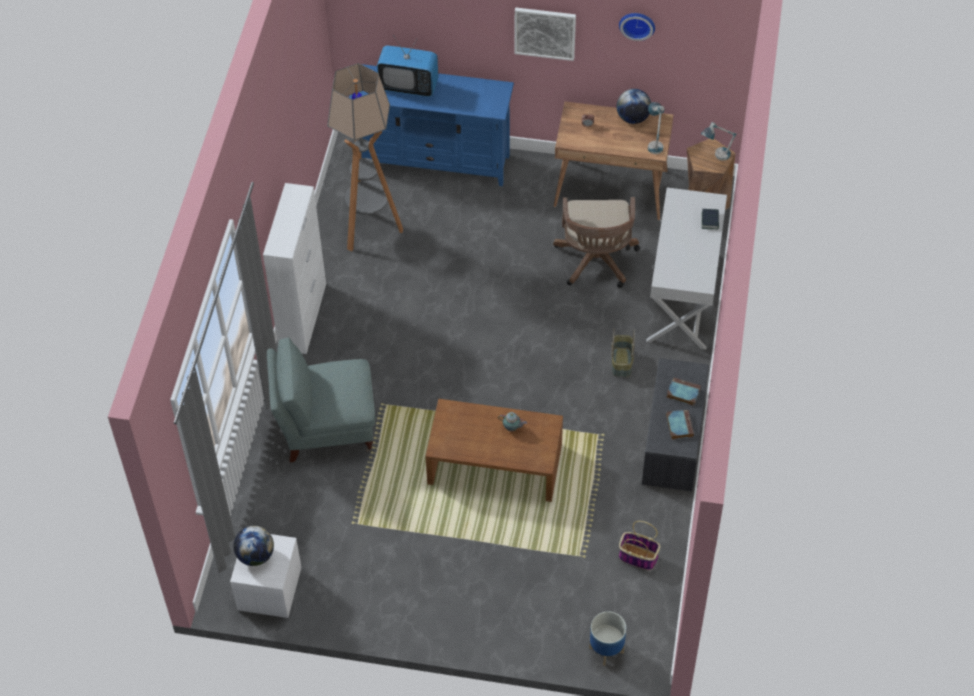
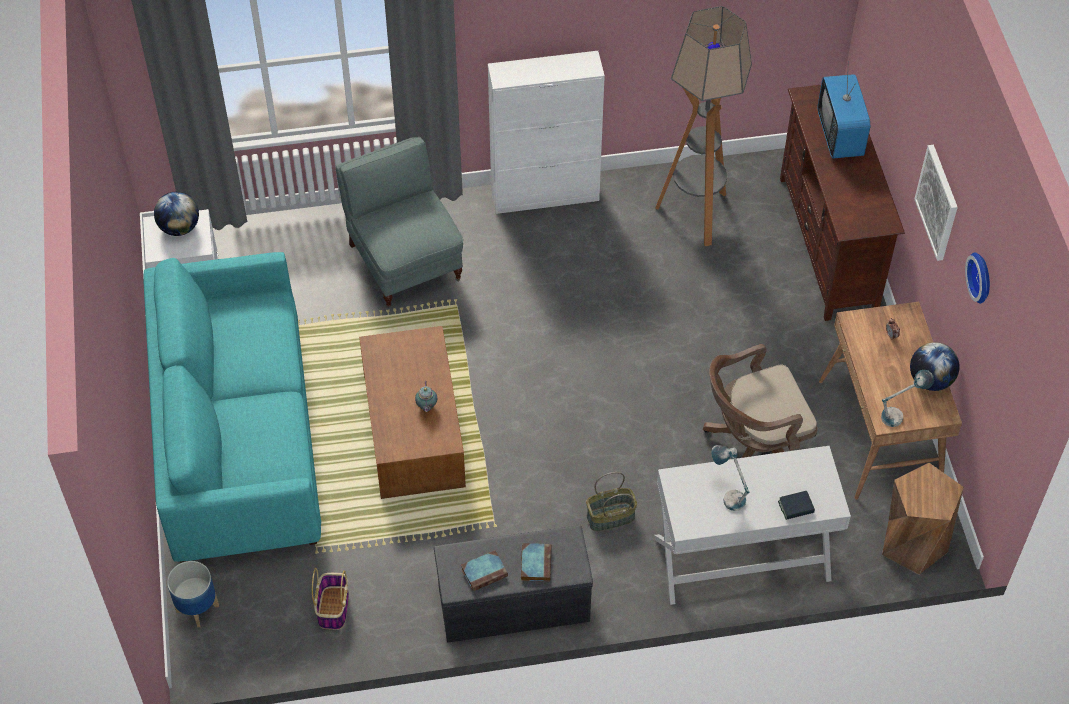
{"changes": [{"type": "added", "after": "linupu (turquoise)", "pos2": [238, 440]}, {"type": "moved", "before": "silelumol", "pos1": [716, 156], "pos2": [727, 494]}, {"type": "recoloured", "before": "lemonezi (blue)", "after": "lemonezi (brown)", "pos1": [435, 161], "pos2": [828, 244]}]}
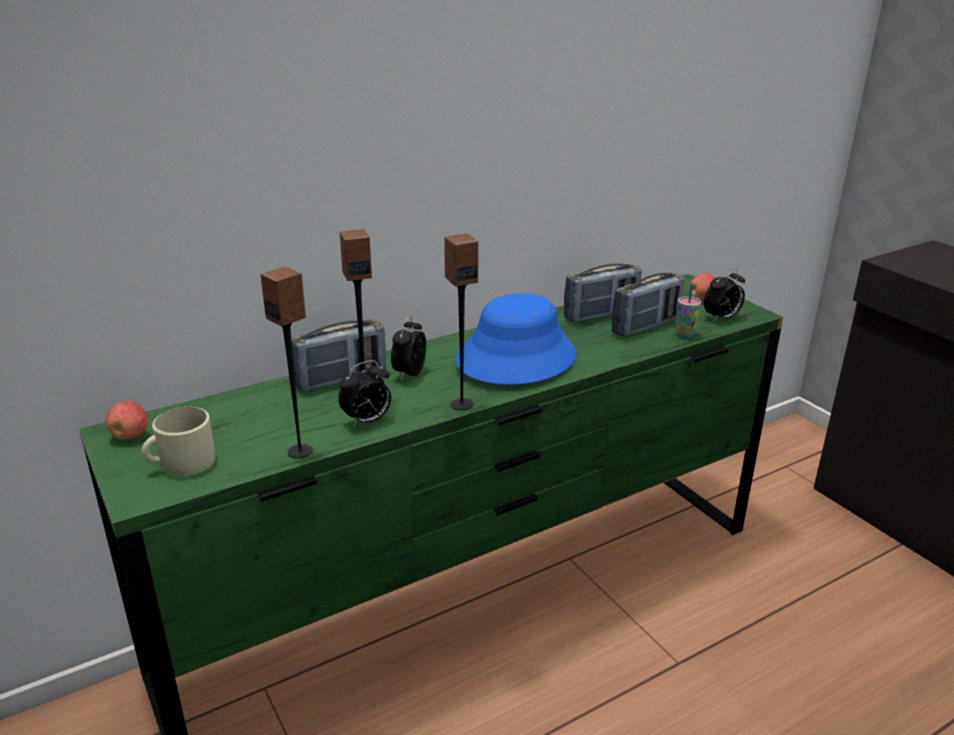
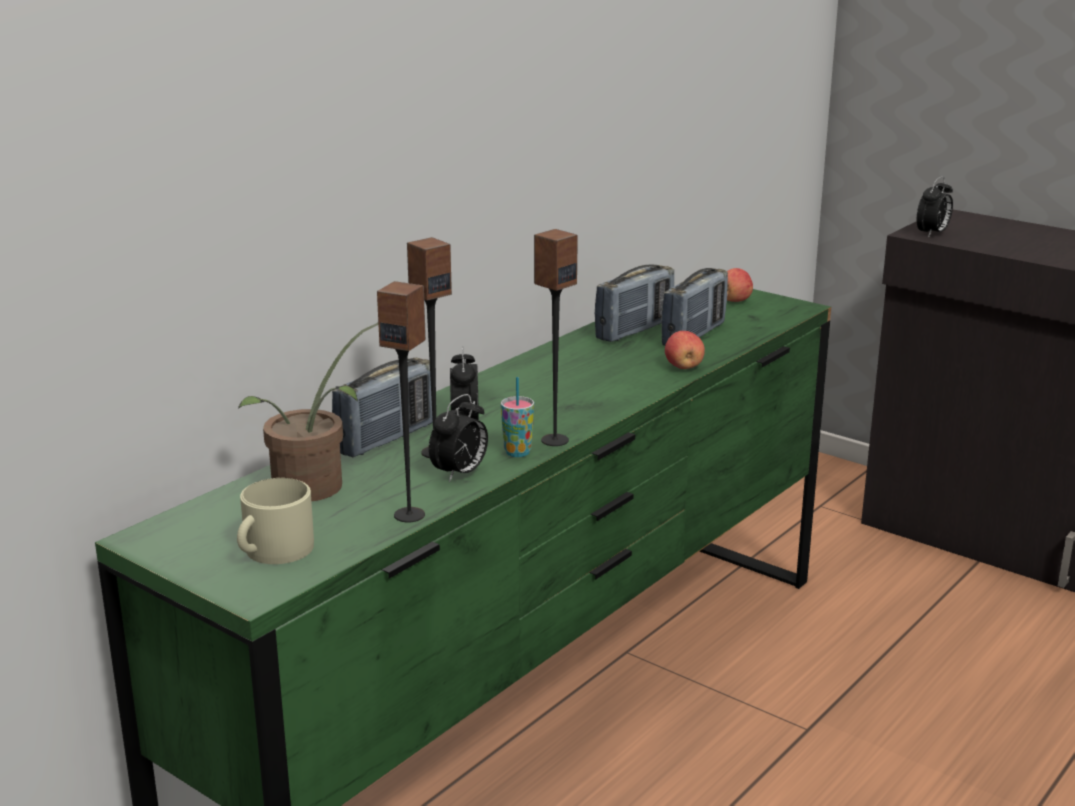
{"changes": [{"type": "removed", "before": "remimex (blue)", "pos1": [515, 358]}, {"type": "added", "after": "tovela", "pos2": [319, 486]}, {"type": "moved", "before": "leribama", "pos1": [130, 435], "pos2": [683, 367]}, {"type": "moved", "before": "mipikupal", "pos1": [684, 334], "pos2": [517, 452]}, {"type": "moved", "before": "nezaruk", "pos1": [721, 318], "pos2": [932, 234]}]}
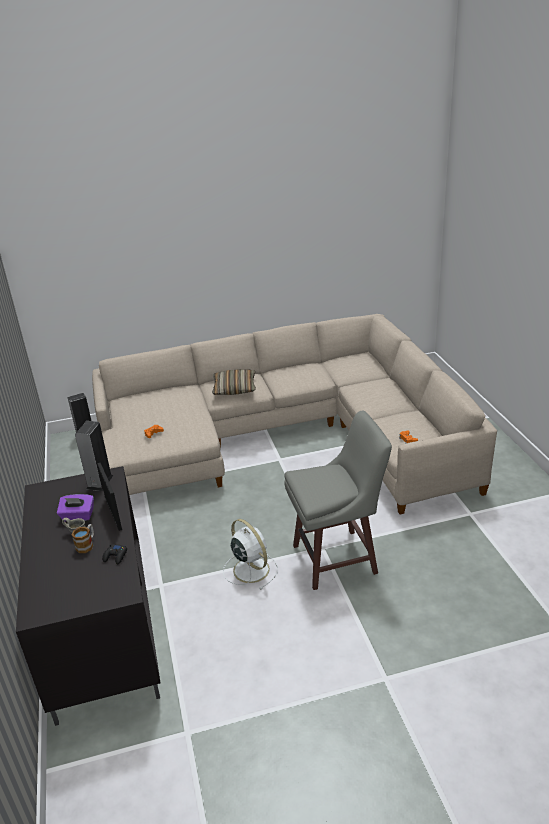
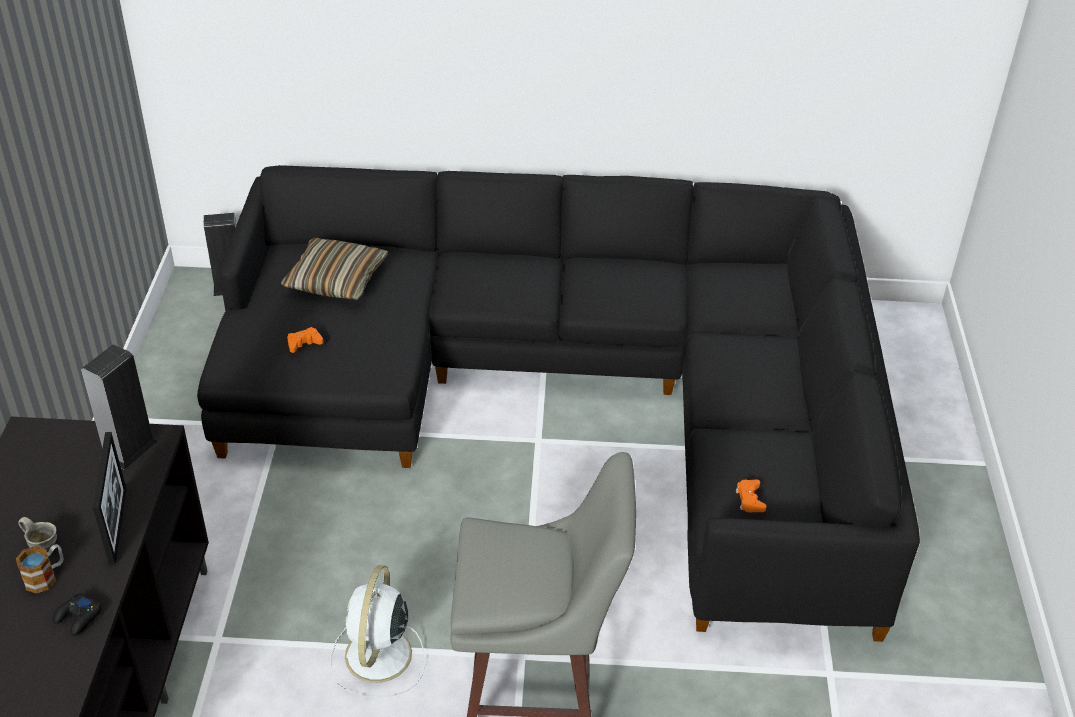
{"changes": [{"type": "removed", "before": "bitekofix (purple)", "pos1": [78, 516]}, {"type": "moved", "before": "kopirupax", "pos1": [234, 388], "pos2": [336, 279]}, {"type": "recoloured", "before": "linupu (beige)", "after": "linupu (black)", "pos1": [286, 437], "pos2": [574, 395]}, {"type": "turned", "before": "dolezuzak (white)", "pos1": [250, 569], "pos2": [377, 657], "turn": -150}]}
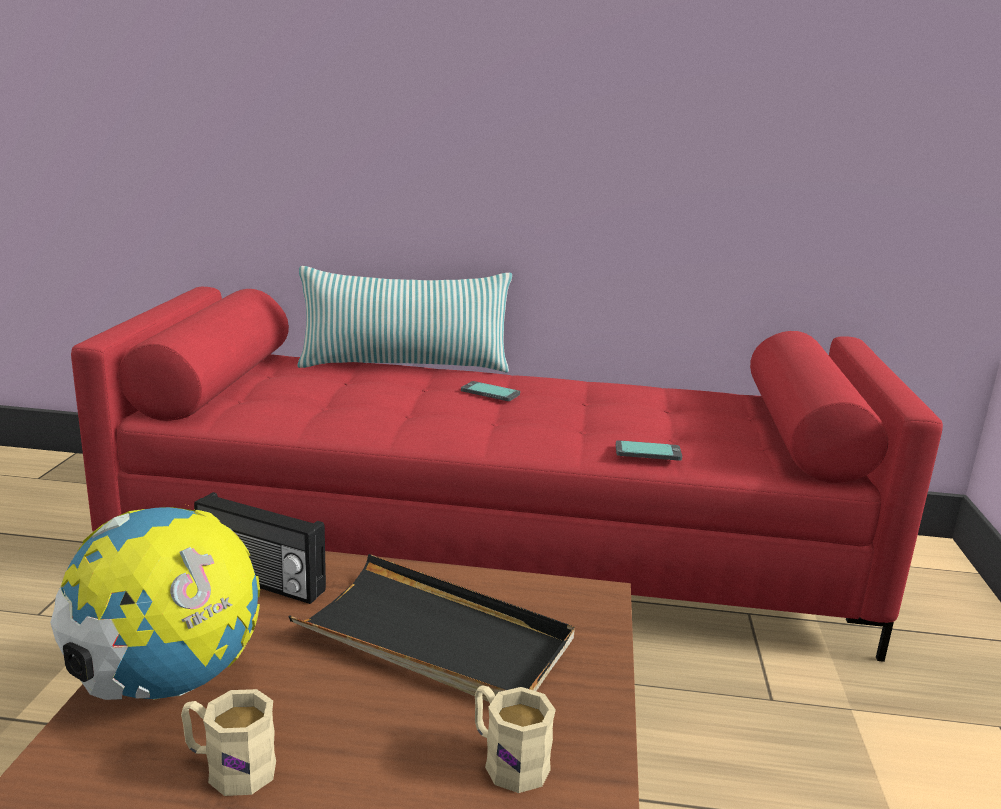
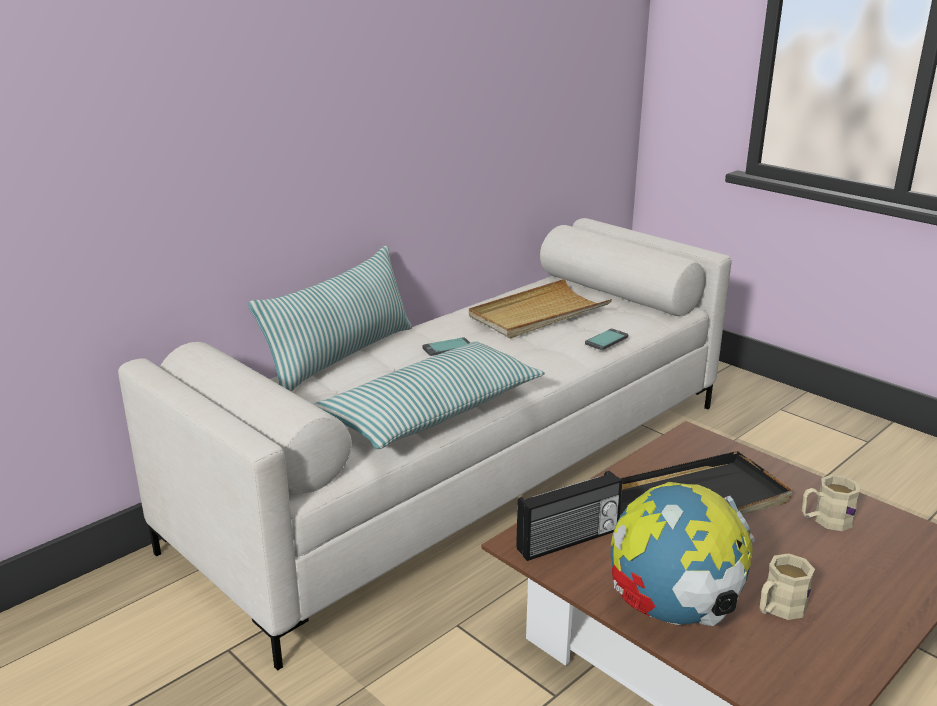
{"changes": [{"type": "added", "after": "kopirupax", "pos2": [432, 412]}, {"type": "added", "after": "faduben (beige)", "pos2": [538, 314]}, {"type": "recoloured", "before": "linupu (red)", "after": "linupu (white)", "pos1": [495, 551], "pos2": [468, 470]}]}
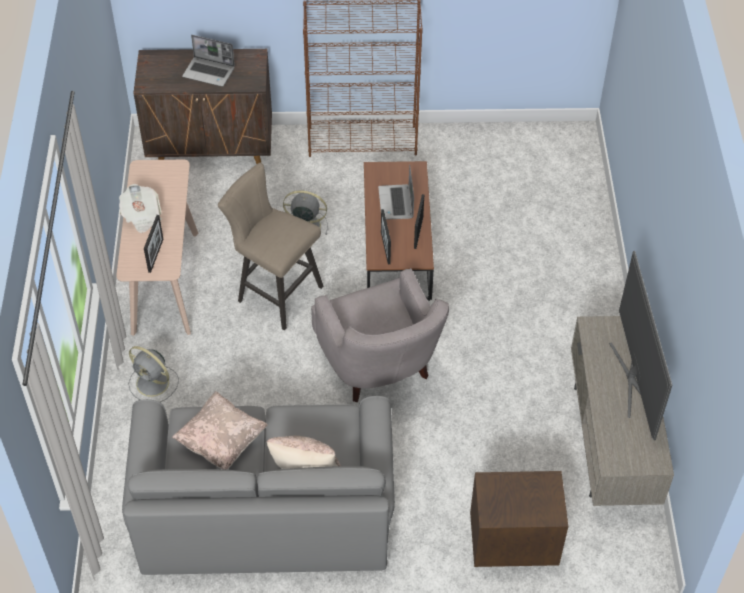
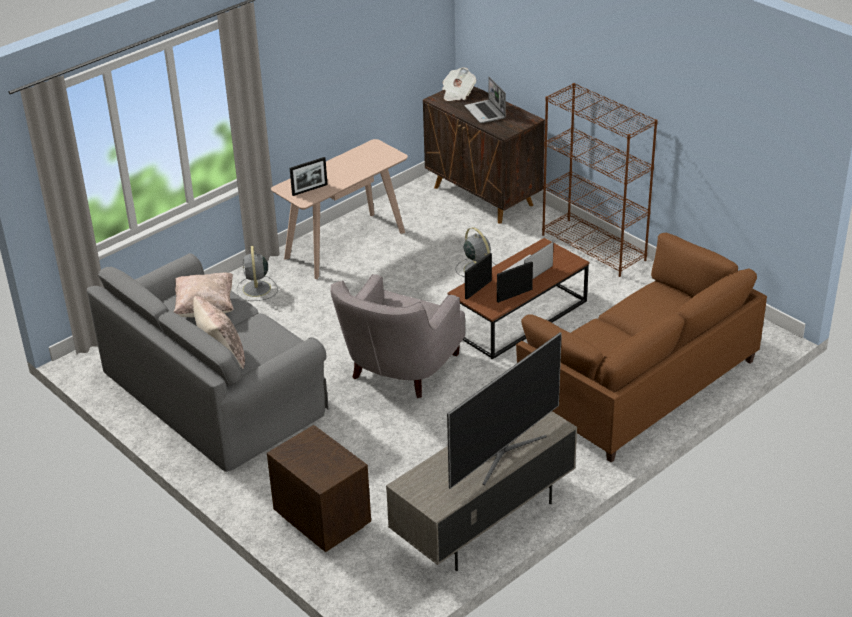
{"changes": [{"type": "removed", "before": "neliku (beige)", "pos1": [275, 292]}, {"type": "added", "after": "linupu (brown)", "pos2": [638, 382]}, {"type": "moved", "before": "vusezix", "pos1": [141, 216], "pos2": [457, 93]}]}
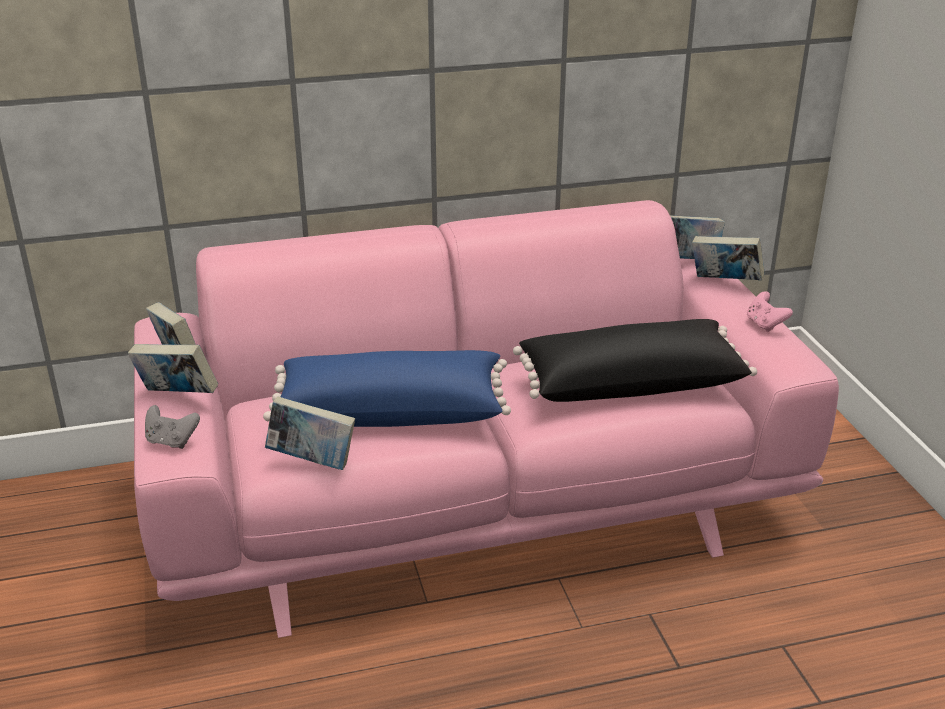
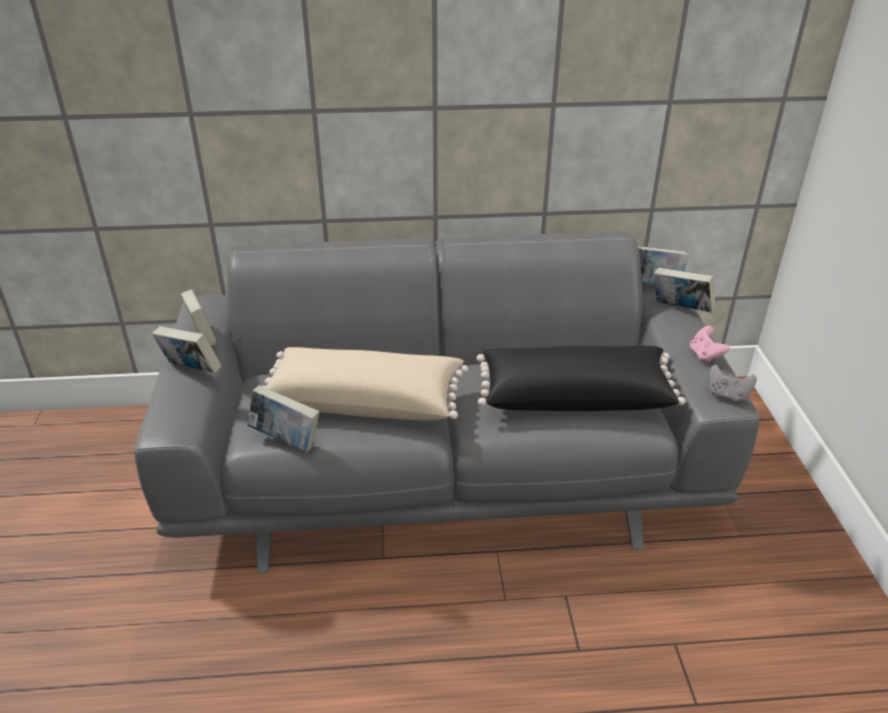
{"changes": [{"type": "moved", "before": "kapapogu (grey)", "pos1": [171, 441], "pos2": [727, 395]}, {"type": "recoloured", "before": "linupu (pink)", "after": "linupu (grey)", "pos1": [474, 499], "pos2": [445, 469]}, {"type": "recoloured", "before": "kopirupax (blue)", "after": "kopirupax (beige)", "pos1": [391, 411], "pos2": [365, 401]}]}
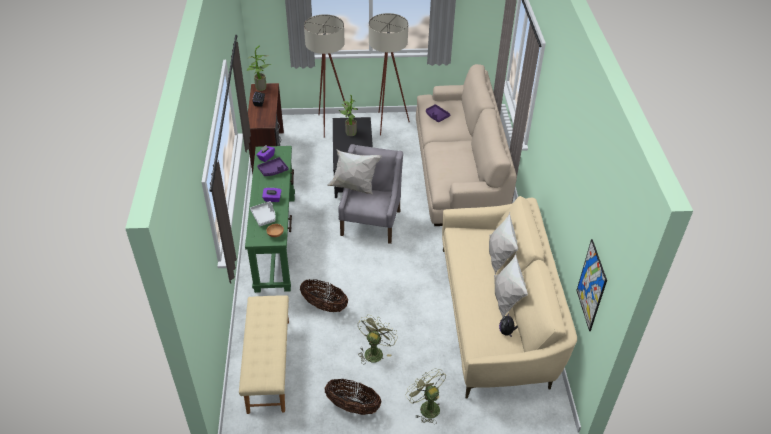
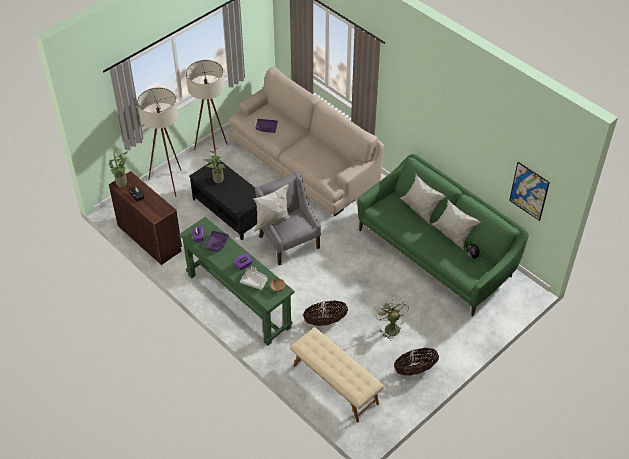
{"changes": [{"type": "removed", "before": "dolezuzak (green)", "pos1": [426, 407]}, {"type": "recoloured", "before": "linupu (beige)", "after": "linupu (green)", "pos1": [496, 316], "pos2": [437, 253]}]}
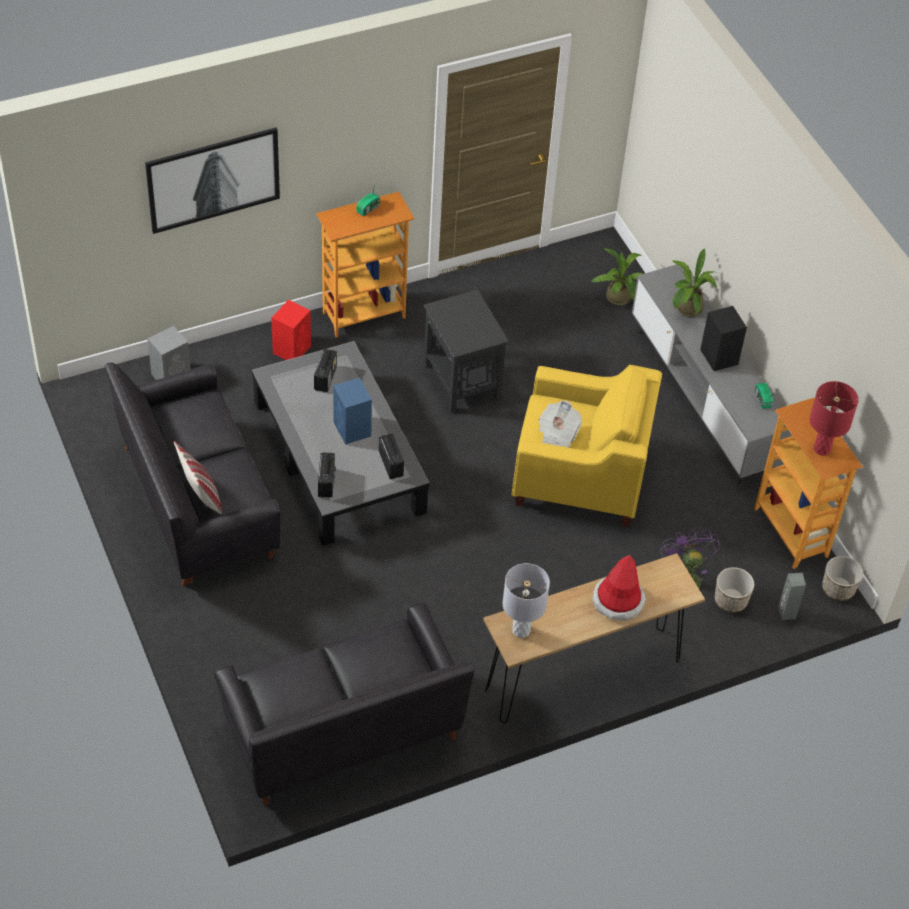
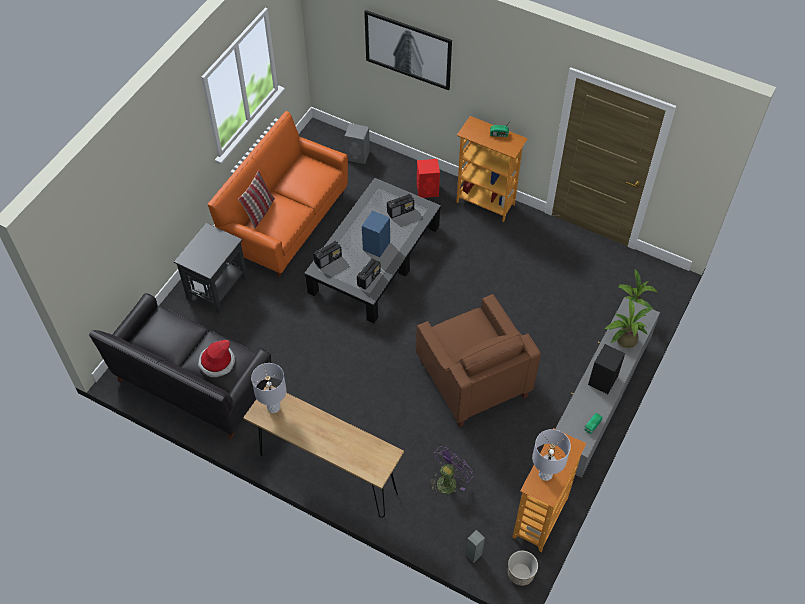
{"changes": [{"type": "removed", "before": "vusezix", "pos1": [557, 434]}, {"type": "removed", "before": "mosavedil", "pos1": [730, 600]}, {"type": "moved", "before": "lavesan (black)", "pos1": [461, 380], "pos2": [217, 287]}, {"type": "moved", "before": "remimex", "pos1": [618, 601], "pos2": [217, 363]}, {"type": "recoloured", "before": "linupu (black)", "after": "linupu (orange)", "pos1": [197, 501], "pos2": [286, 222]}, {"type": "recoloured", "before": "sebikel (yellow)", "after": "sebikel (brown)", "pos1": [580, 477], "pos2": [472, 379]}, {"type": "recoloured", "before": "silelumol (red)", "after": "silelumol (grey)", "pos1": [821, 449], "pos2": [545, 474]}]}
